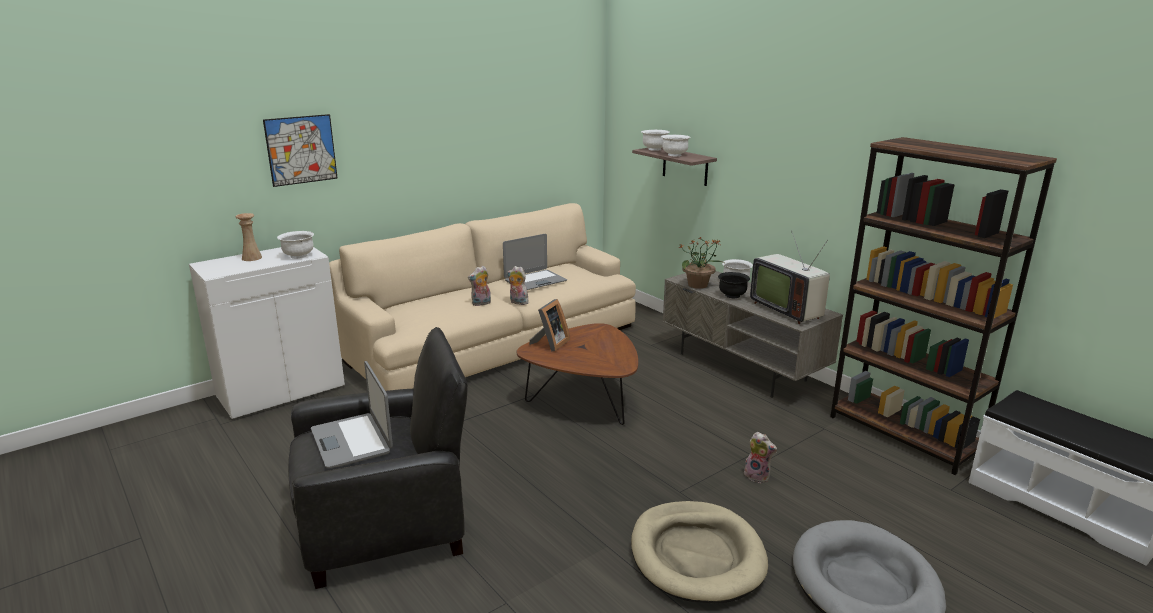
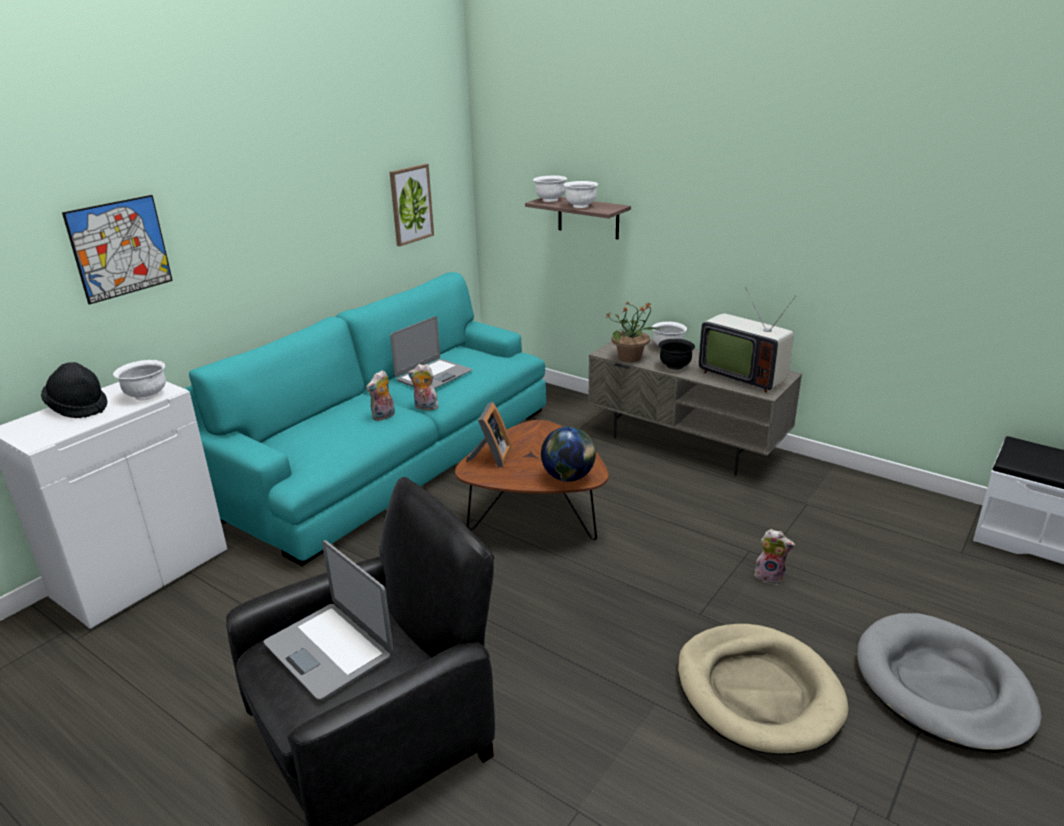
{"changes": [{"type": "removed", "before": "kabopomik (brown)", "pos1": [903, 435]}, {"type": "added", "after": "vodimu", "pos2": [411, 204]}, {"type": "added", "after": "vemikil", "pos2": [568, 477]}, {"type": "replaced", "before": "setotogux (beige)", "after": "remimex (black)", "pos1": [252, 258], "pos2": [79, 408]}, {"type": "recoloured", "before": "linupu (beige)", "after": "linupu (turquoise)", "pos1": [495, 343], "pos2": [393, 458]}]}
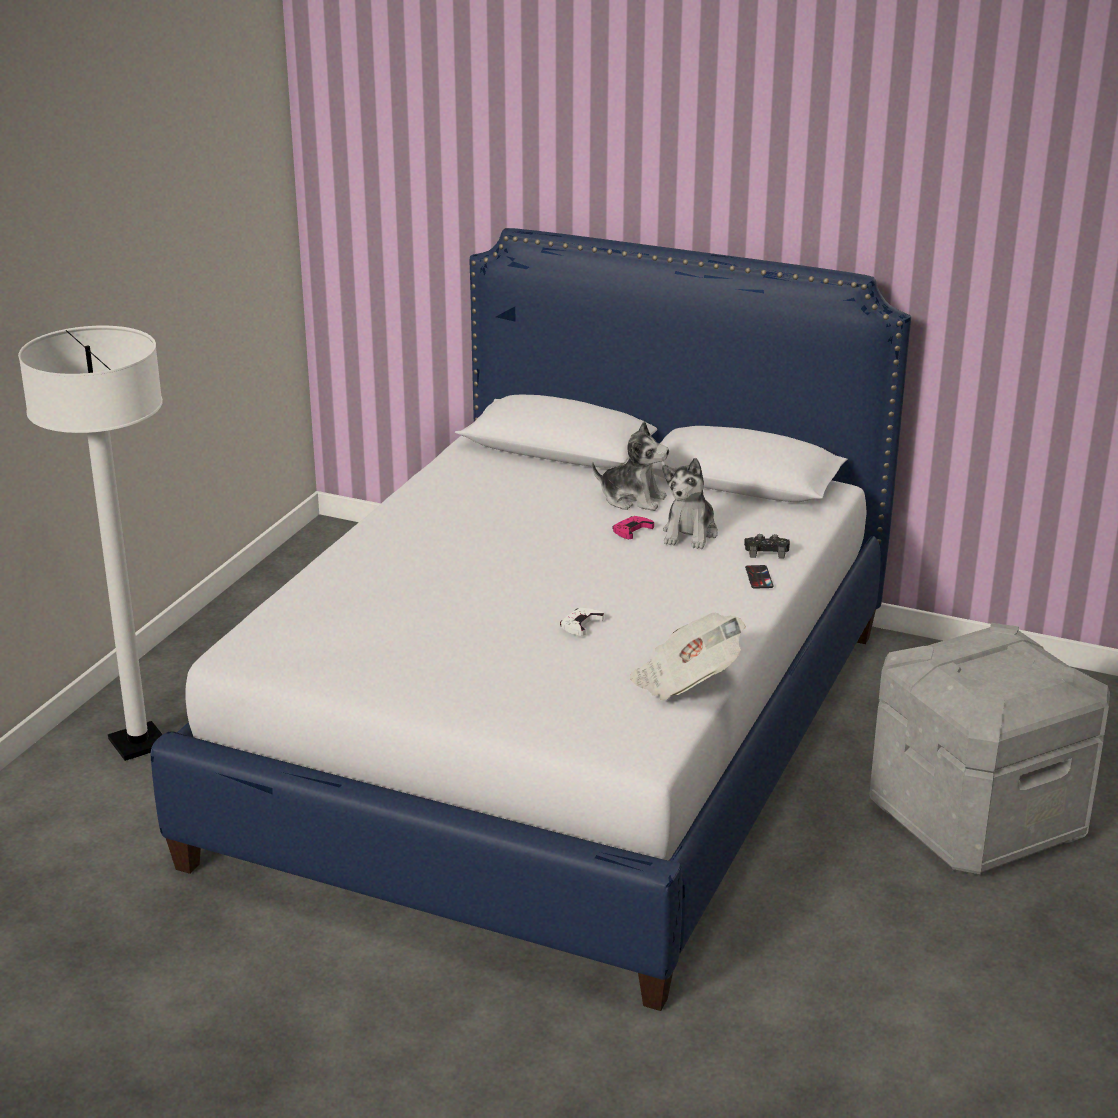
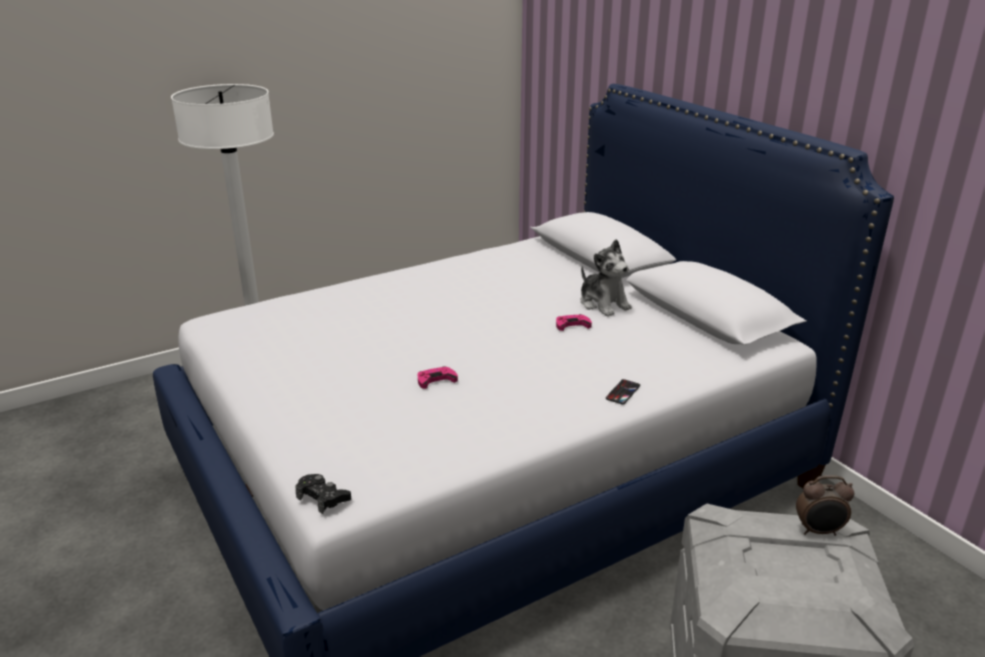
{"changes": [{"type": "removed", "before": "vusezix", "pos1": [686, 681]}, {"type": "removed", "before": "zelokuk", "pos1": [690, 534]}, {"type": "added", "after": "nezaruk", "pos2": [819, 531]}, {"type": "moved", "before": "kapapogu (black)", "pos1": [766, 551], "pos2": [323, 498]}, {"type": "recoloured", "before": "kapapogu (white)", "after": "kapapogu (pink)", "pos1": [580, 625], "pos2": [436, 380]}]}
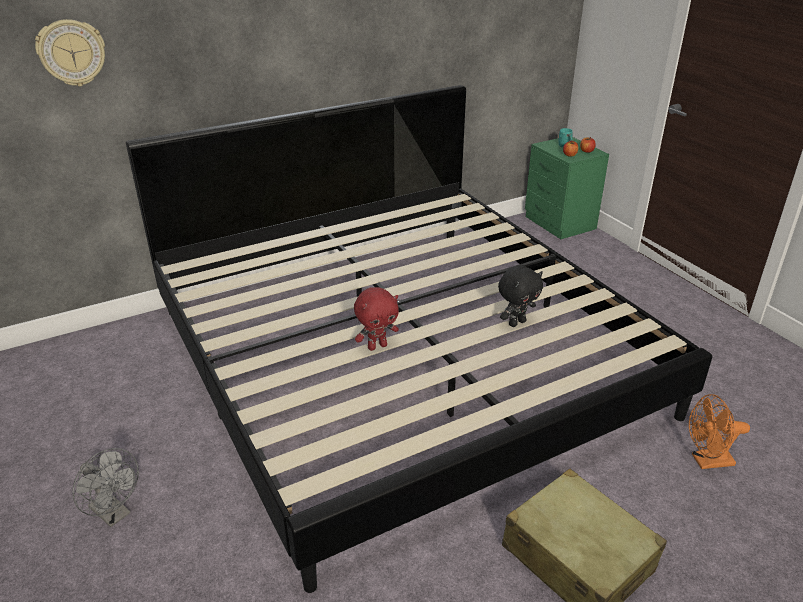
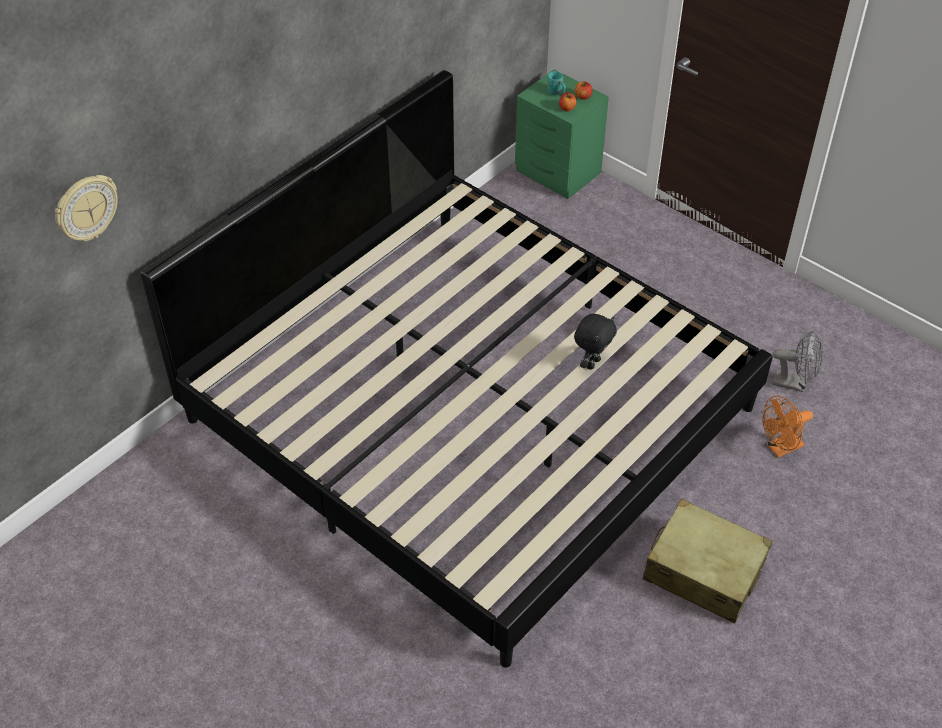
{"changes": [{"type": "removed", "before": "zelokuk (red)", "pos1": [377, 346]}, {"type": "moved", "before": "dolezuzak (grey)", "pos1": [114, 514], "pos2": [794, 383]}]}
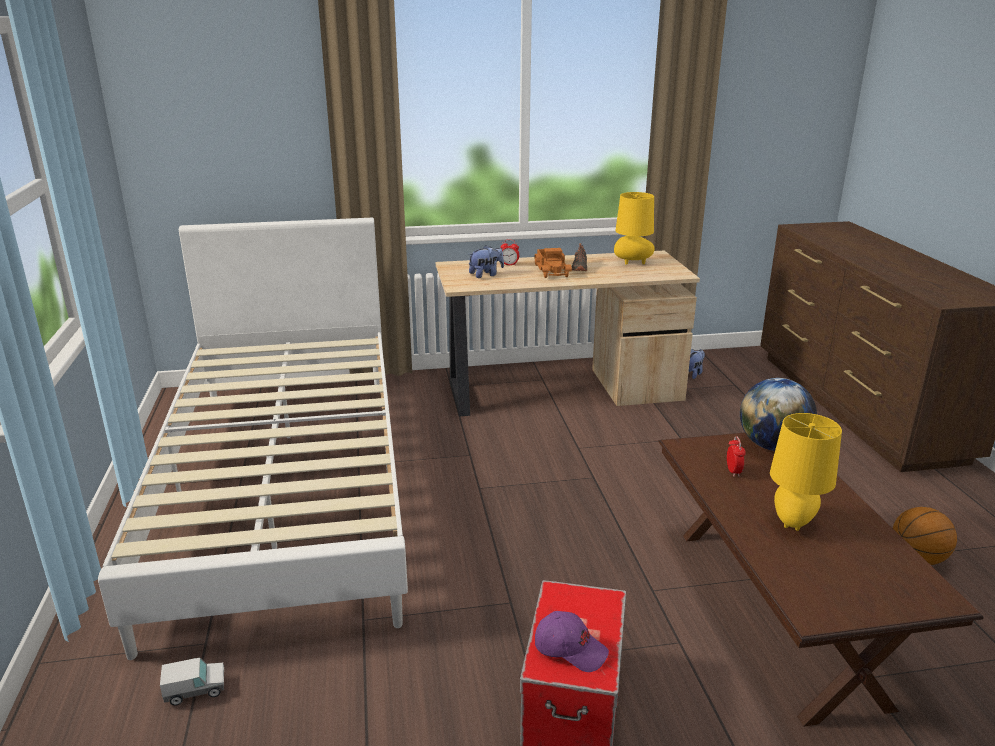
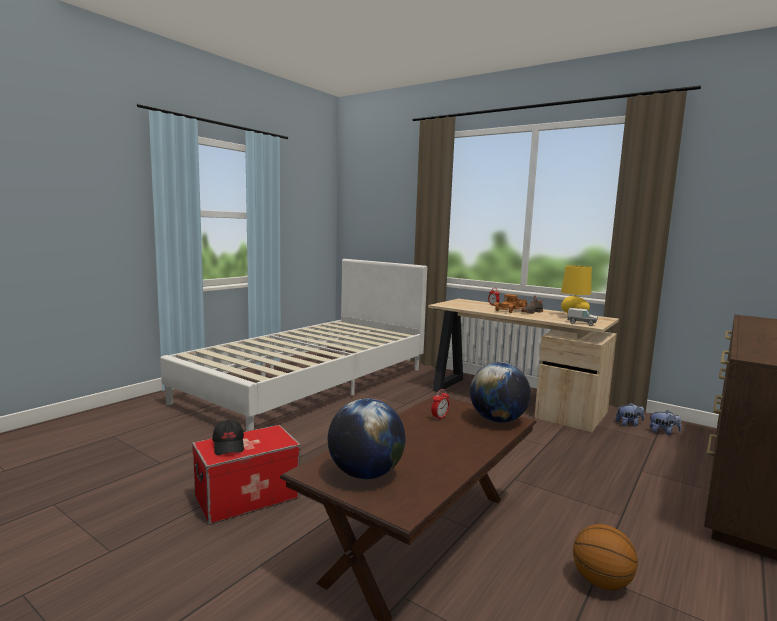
{"changes": [{"type": "removed", "before": "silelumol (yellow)", "pos1": [794, 523]}, {"type": "added", "after": "vemikil", "pos2": [365, 474]}, {"type": "moved", "before": "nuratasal", "pos1": [195, 690], "pos2": [581, 323]}, {"type": "moved", "before": "zelokuk", "pos1": [486, 275], "pos2": [663, 432]}, {"type": "recoloured", "before": "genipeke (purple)", "after": "genipeke (black)", "pos1": [570, 649], "pos2": [229, 445]}]}
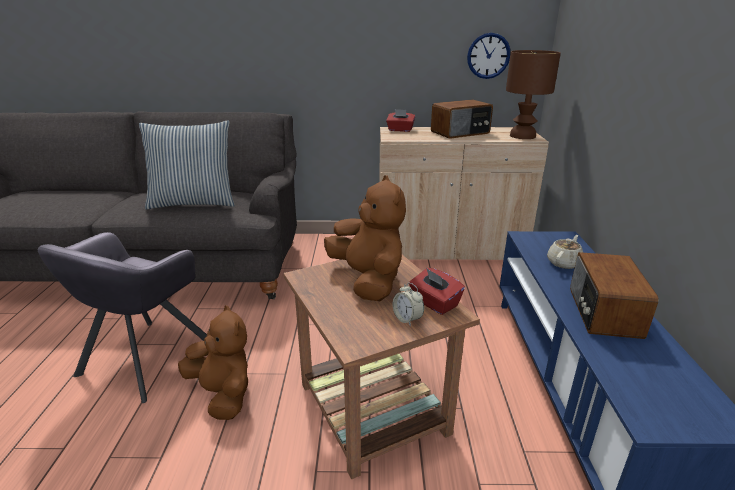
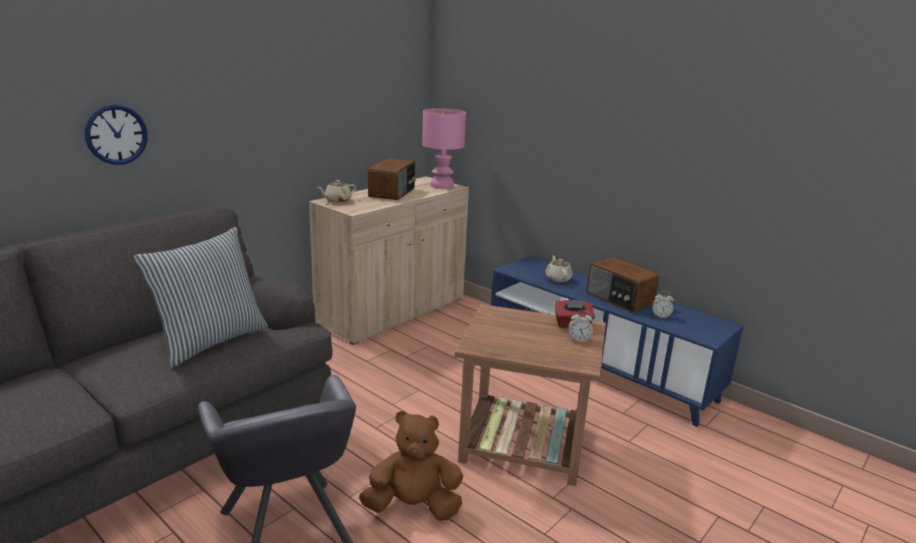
{"changes": [{"type": "removed", "before": "zelokuk (brown)", "pos1": [368, 280]}, {"type": "added", "after": "nezaruk", "pos2": [661, 316]}, {"type": "moved", "before": "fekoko", "pos1": [488, 56], "pos2": [116, 134]}, {"type": "replaced", "before": "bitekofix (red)", "after": "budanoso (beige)", "pos1": [400, 130], "pos2": [337, 200]}, {"type": "recoloured", "before": "silelumol (brown)", "after": "silelumol (pink)", "pos1": [522, 136], "pos2": [441, 185]}]}
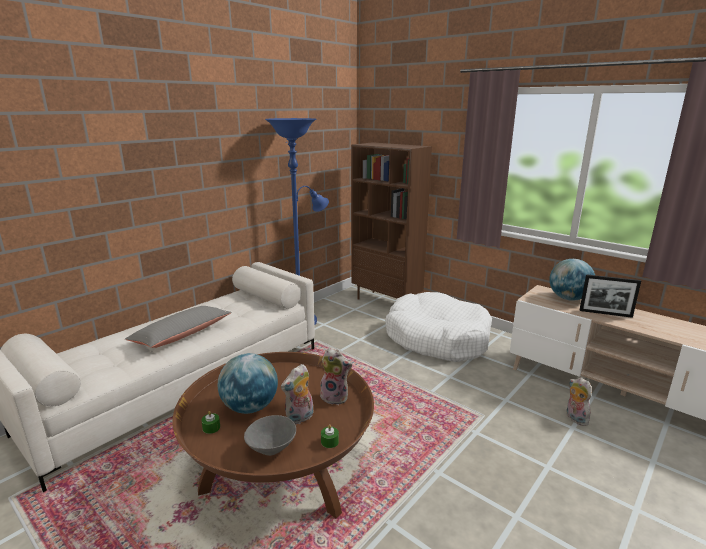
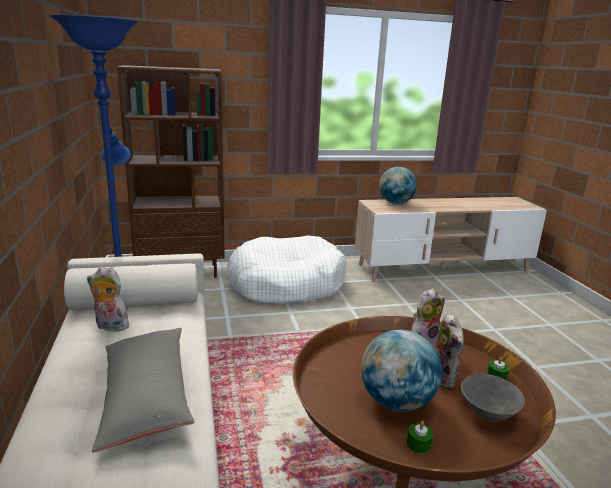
{"changes": [{"type": "removed", "before": "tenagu", "pos1": [605, 313]}, {"type": "moved", "before": "zelokuk", "pos1": [574, 418], "pos2": [110, 327]}]}
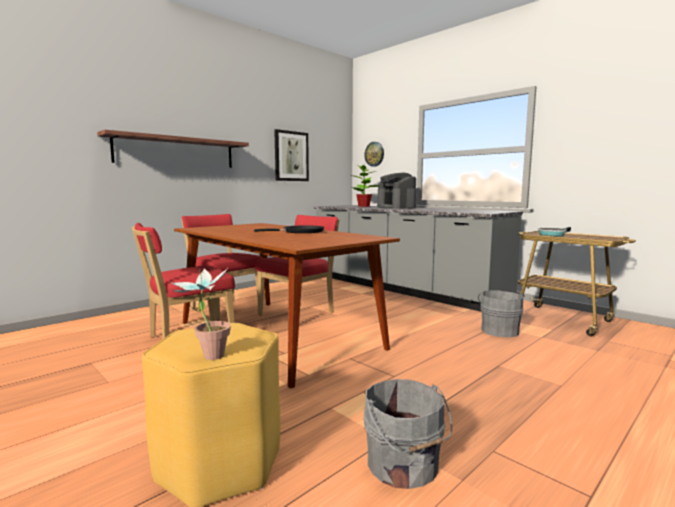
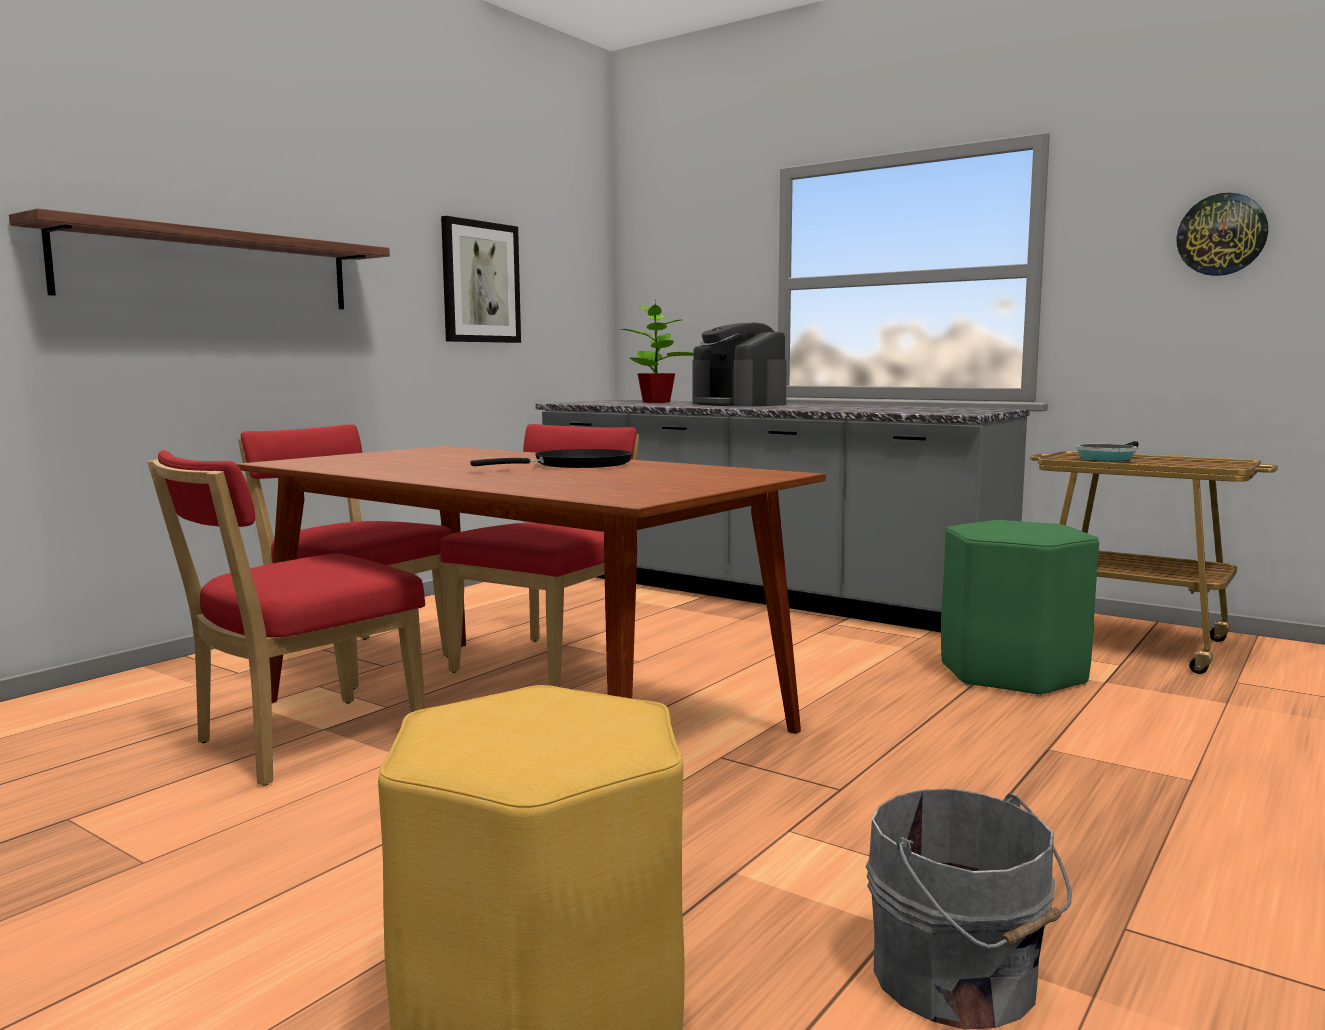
{"changes": [{"type": "removed", "before": "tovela", "pos1": [206, 356]}, {"type": "moved", "before": "fekoko", "pos1": [374, 154], "pos2": [1221, 235]}, {"type": "replaced", "before": "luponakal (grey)", "after": "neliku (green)", "pos1": [499, 330], "pos2": [1013, 673]}]}
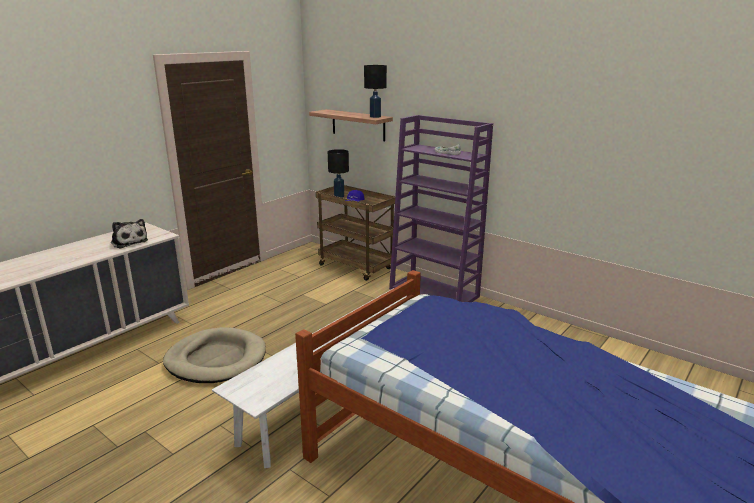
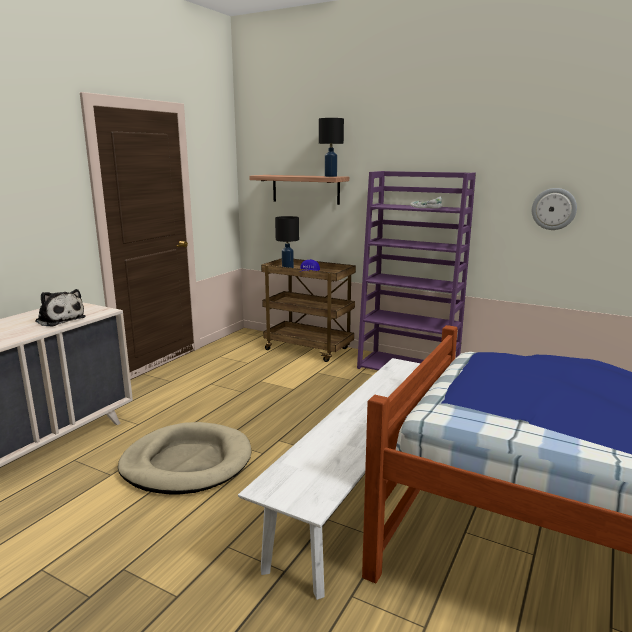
{"changes": [{"type": "added", "after": "fekoko", "pos2": [554, 209]}]}
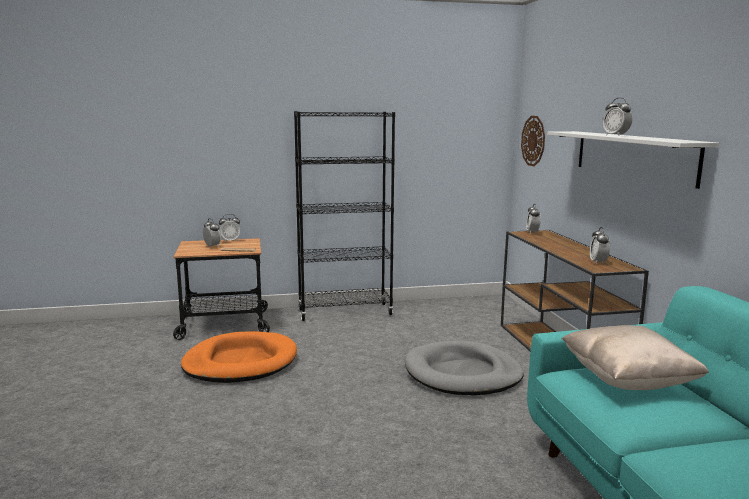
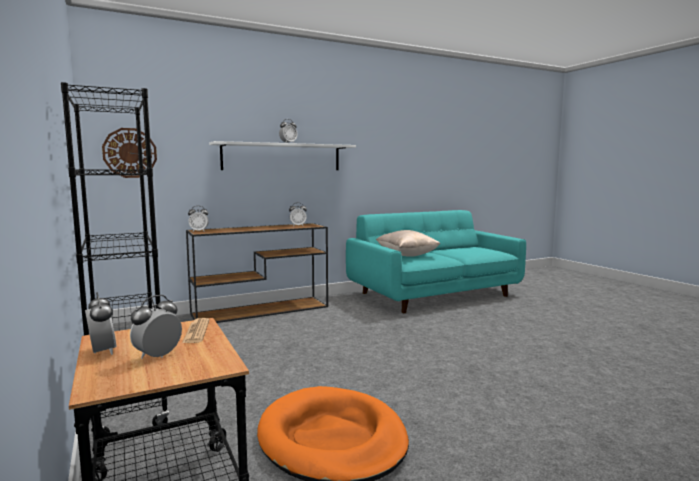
{"changes": [{"type": "removed", "before": "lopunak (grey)", "pos1": [462, 373]}]}
